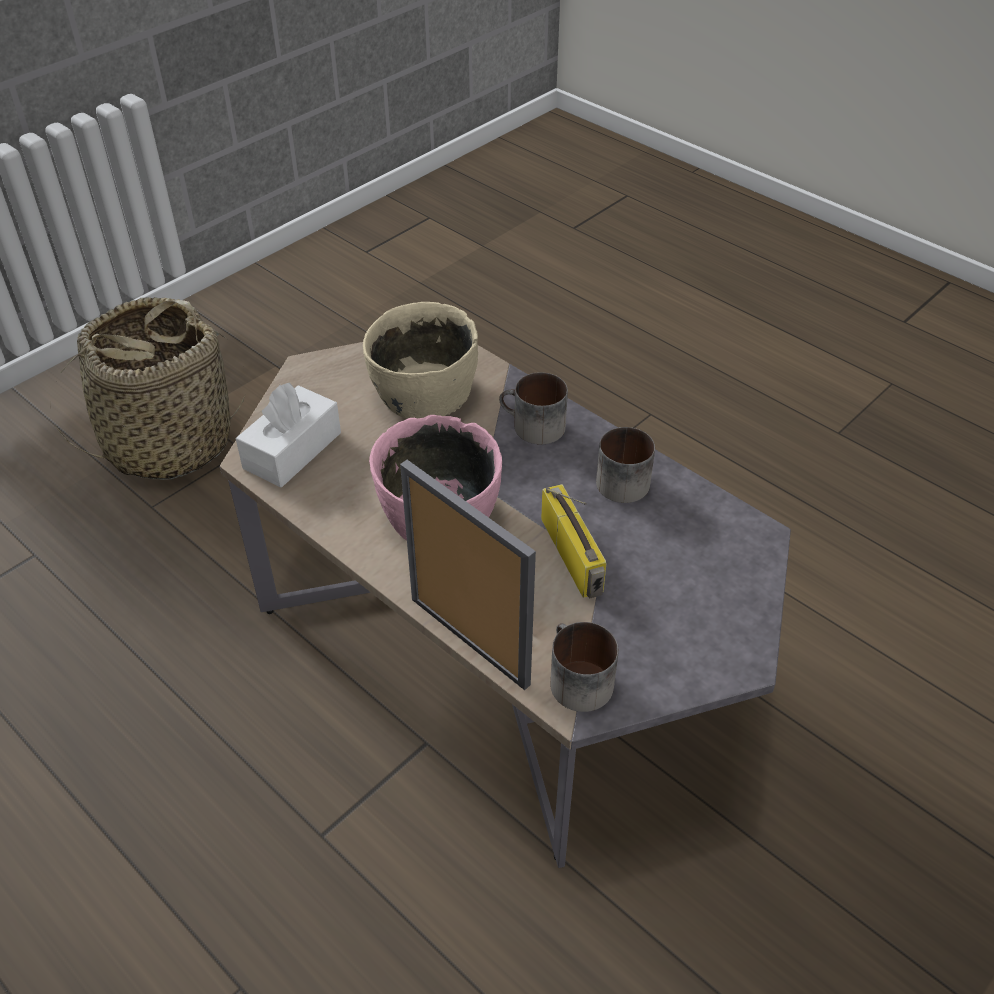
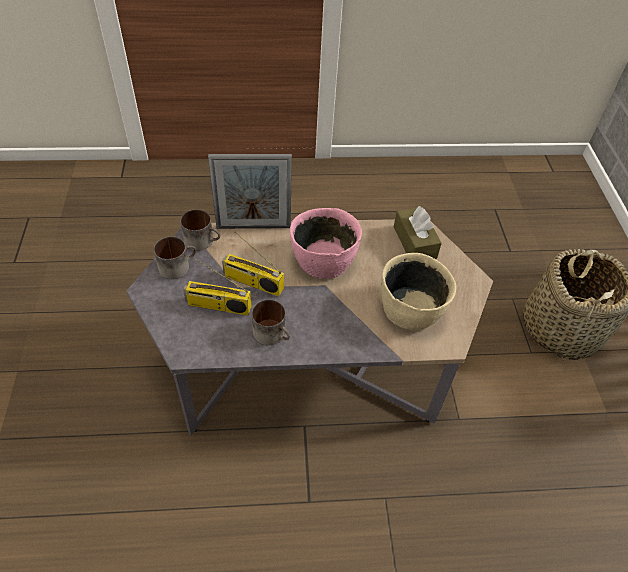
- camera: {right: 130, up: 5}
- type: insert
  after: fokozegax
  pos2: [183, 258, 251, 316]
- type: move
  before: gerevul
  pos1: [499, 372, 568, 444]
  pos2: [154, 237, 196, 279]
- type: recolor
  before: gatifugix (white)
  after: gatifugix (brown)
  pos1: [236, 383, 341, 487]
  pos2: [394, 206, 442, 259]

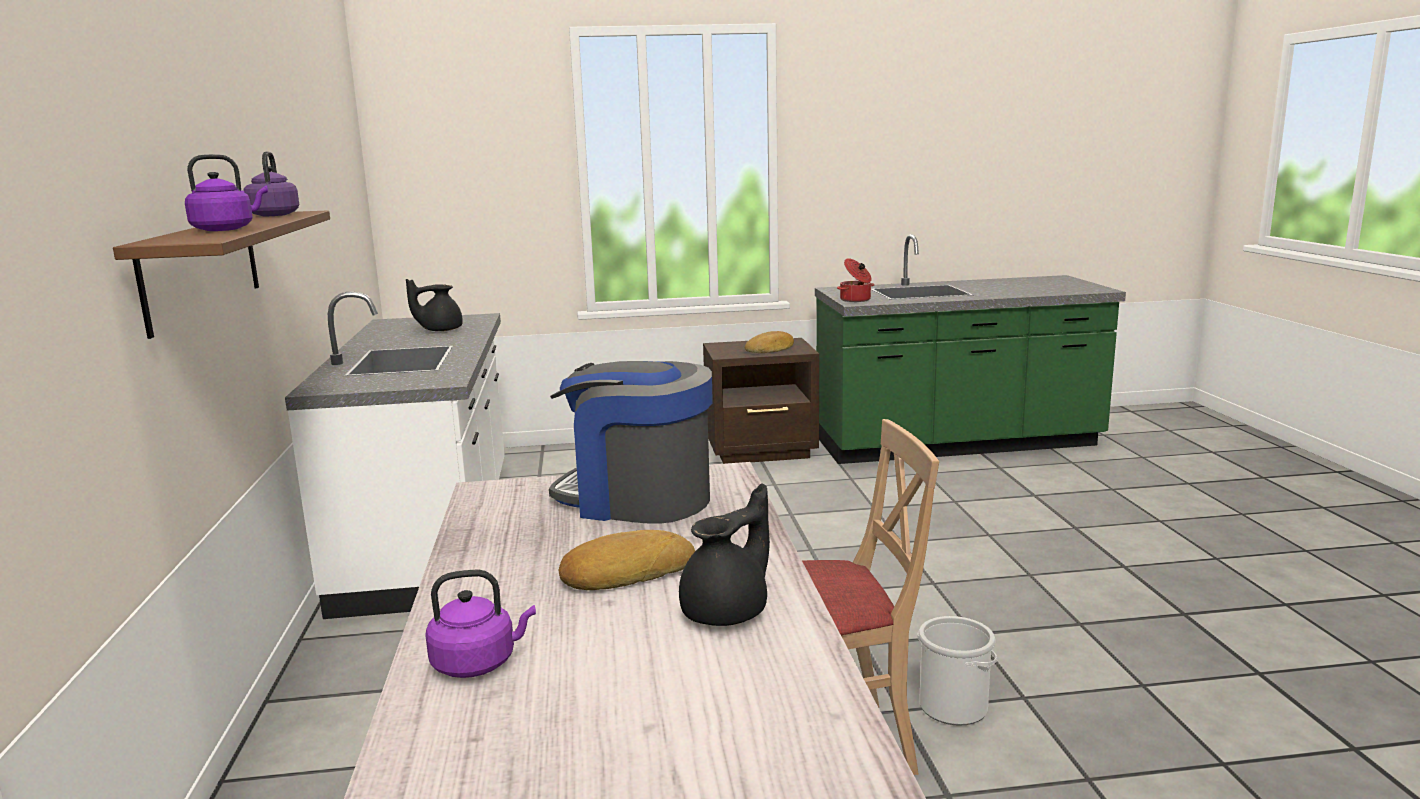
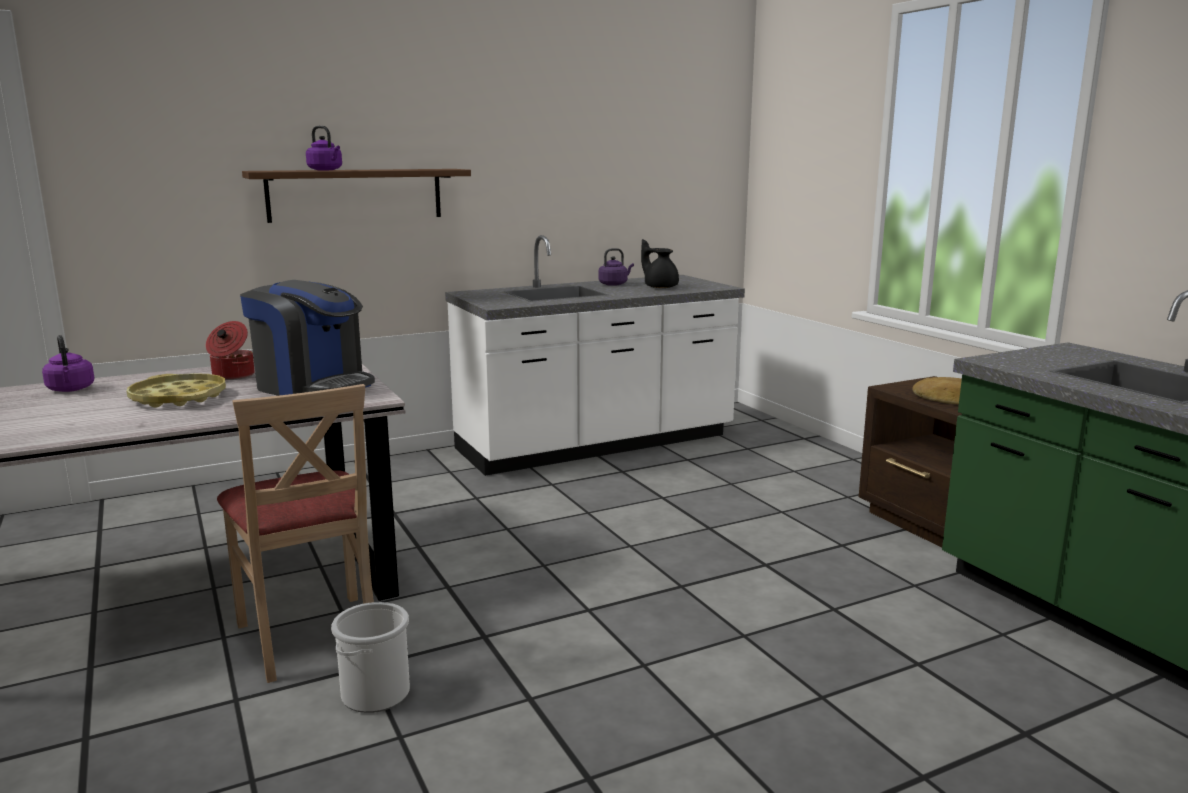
- camera: {right: 70, up: 0}
- type: delete
  before: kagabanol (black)
  pos1: [679, 483, 770, 626]
- type: move
  before: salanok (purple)
  pos1: [243, 151, 299, 216]
  pos2: [598, 248, 634, 286]
- type: move
  before: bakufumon
  pos1: [837, 258, 874, 302]
  pos2: [206, 321, 255, 380]
- type: replace
  before: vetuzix
  after: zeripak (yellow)
  pos1: [559, 530, 695, 590]
  pos2: [126, 373, 226, 408]
- type: rotate
  before: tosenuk
  pos1: [549, 361, 713, 524]
  pos2: [240, 280, 375, 396]
  turn: 120

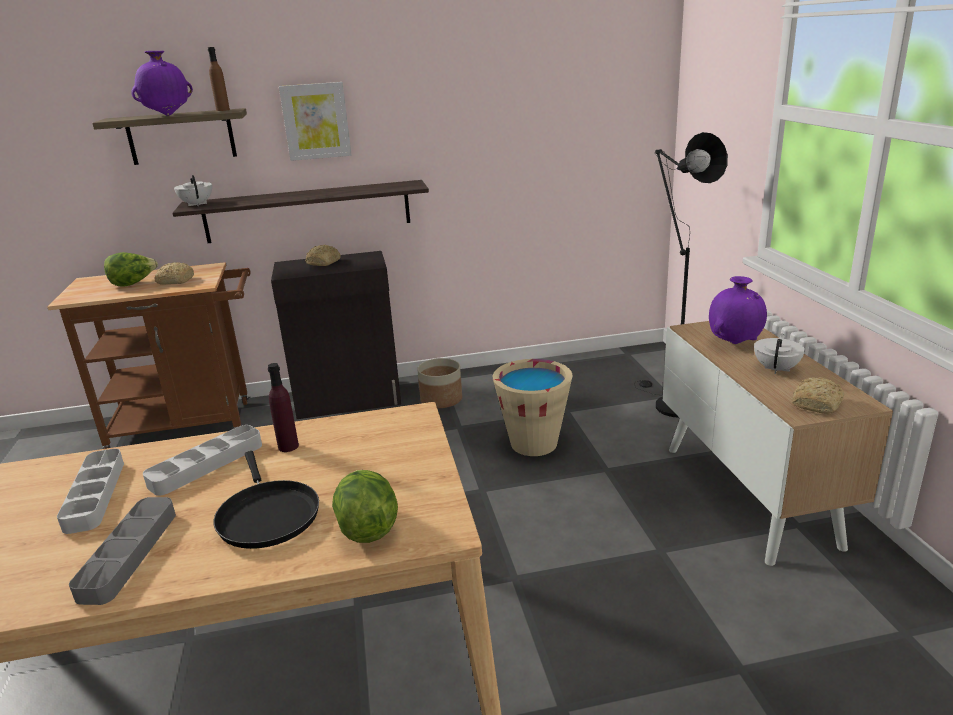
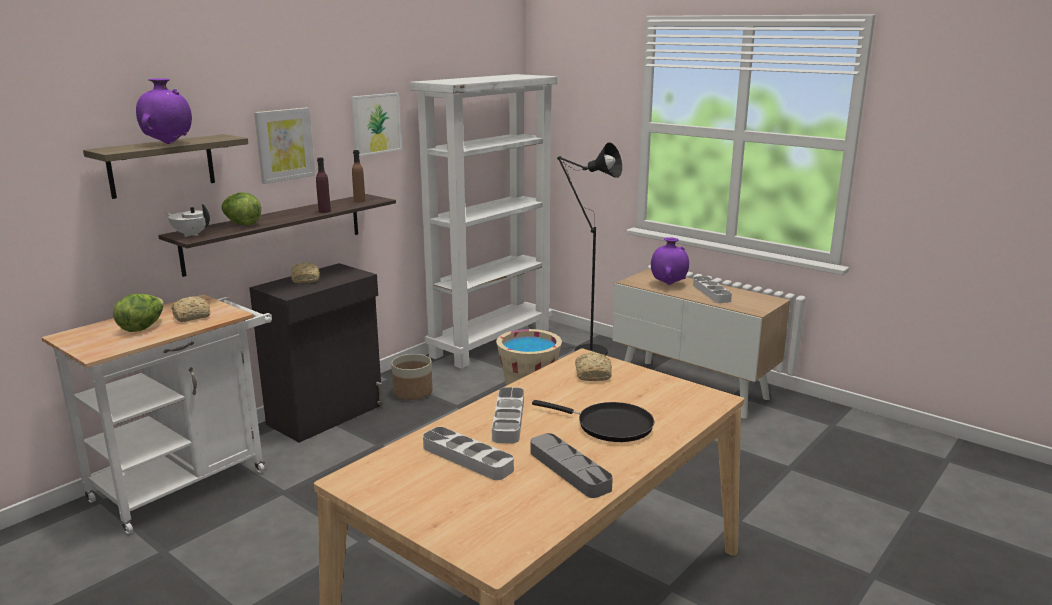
- camera: {right: -40, up: -5}
- type: insert
  after: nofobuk
  pos2: [351, 93, 402, 156]
- type: insert
  after: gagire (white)
  pos2: [410, 74, 557, 369]
- type: move
  before: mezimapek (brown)
  pos1: [208, 47, 230, 111]
  pos2: [352, 150, 365, 202]
- type: move
  before: mezimapek (purple)
  pos1: [268, 363, 299, 452]
  pos2: [316, 157, 331, 213]
- type: move
  before: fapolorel
  pos1: [332, 470, 398, 543]
  pos2: [221, 192, 261, 226]
- type: move
  before: vetuzix
  pos1: [792, 377, 844, 414]
  pos2: [575, 352, 612, 381]
- type: replace
  before: kagabanol (white)
  after: zeripak (grey)
  pos1: [754, 334, 805, 374]
  pos2: [693, 276, 732, 303]
- type: recolor
  before: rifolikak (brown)
  after: rifolikak (white)
  pos1: [47, 262, 251, 449]
  pos2: [41, 294, 272, 534]

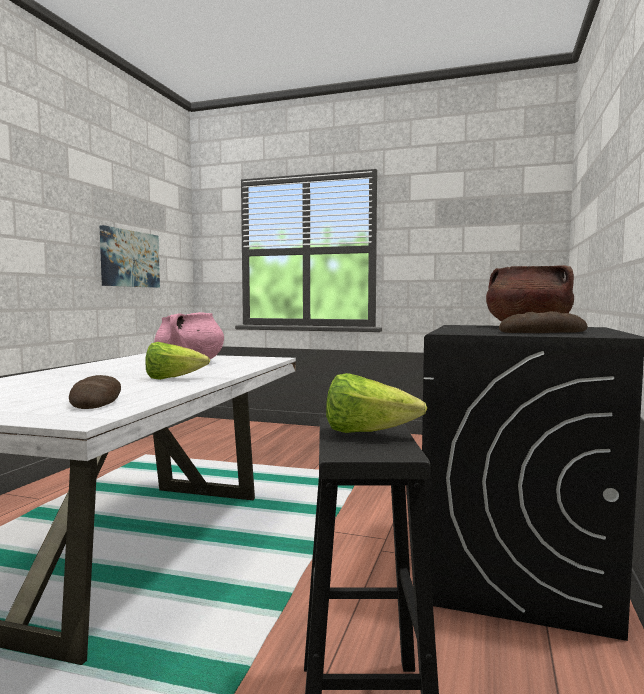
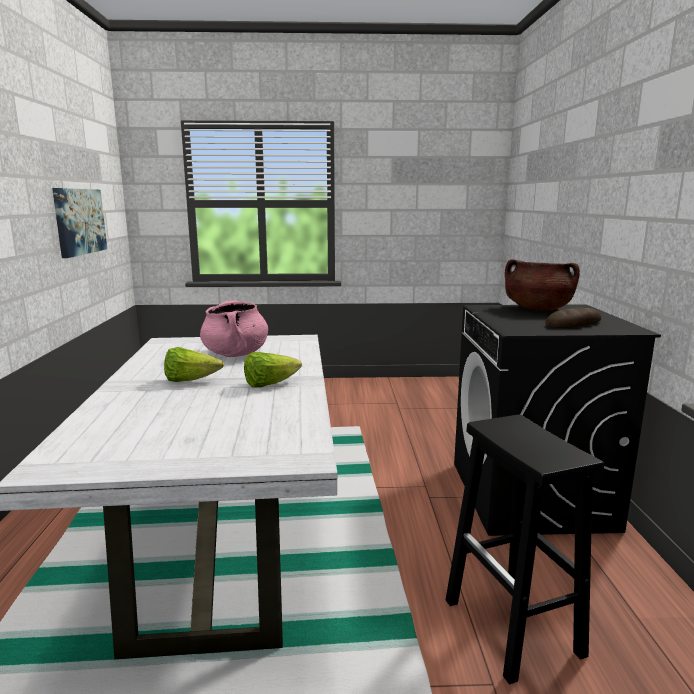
- camera: {right: -20, up: 10}
- type: delete
  before: vetuzix
  pos1: [69, 375, 121, 409]
- type: move
  before: fapolorel
  pos1: [326, 373, 427, 433]
  pos2: [164, 347, 224, 382]

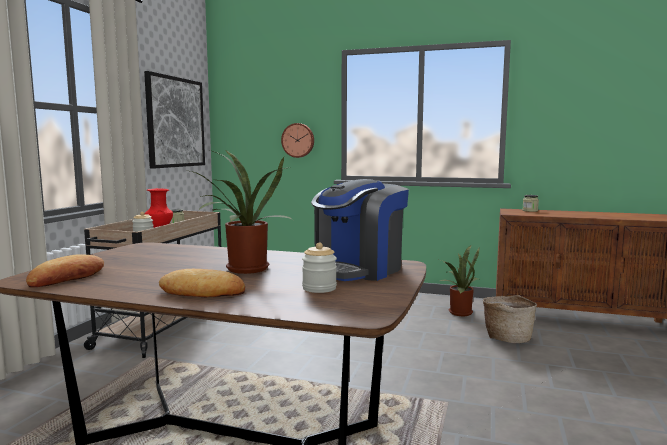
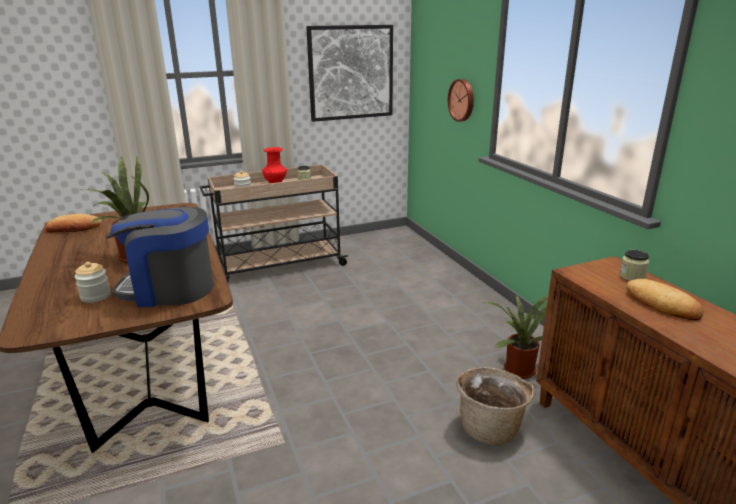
- camera: {right: 50, up: 15}
- type: move
  before: vetuzix
  pos1: [159, 269, 245, 297]
  pos2: [626, 279, 703, 320]

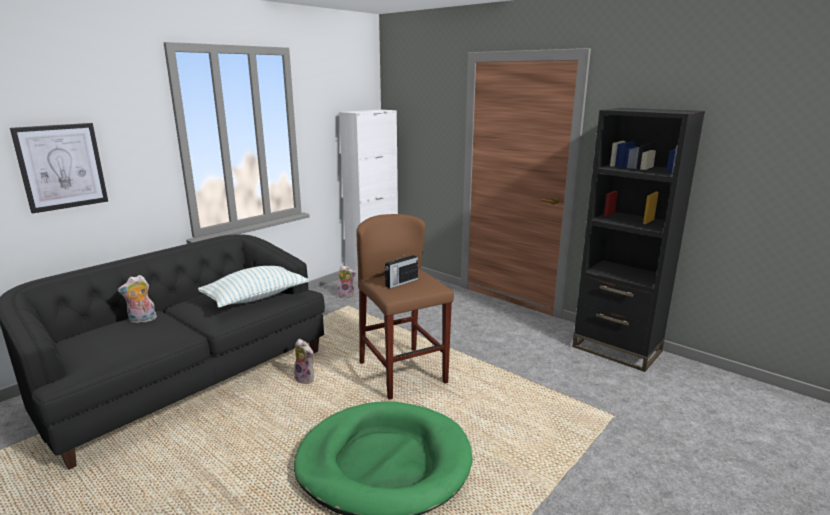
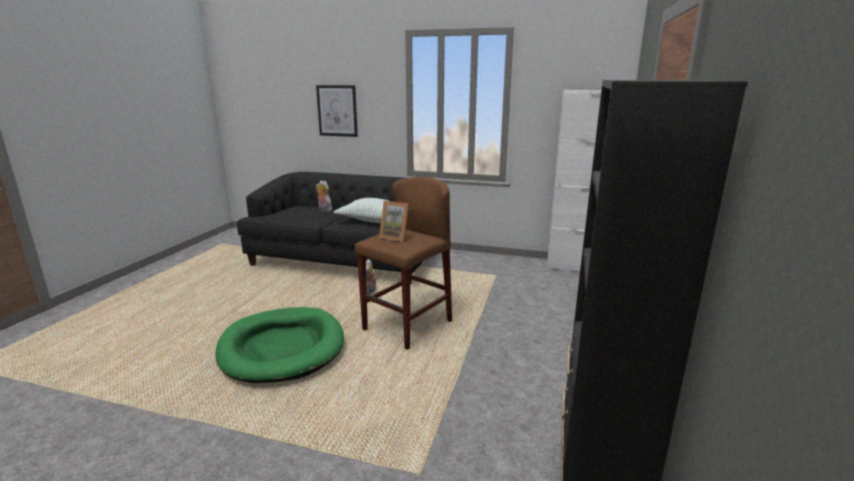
- camera: {right: 65, up: 0}
- type: delete
  before: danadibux
  pos1: [338, 266, 356, 298]
- type: replace
  before: fokozegax
  after: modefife
  pos1: [385, 251, 418, 288]
  pos2: [379, 201, 409, 242]

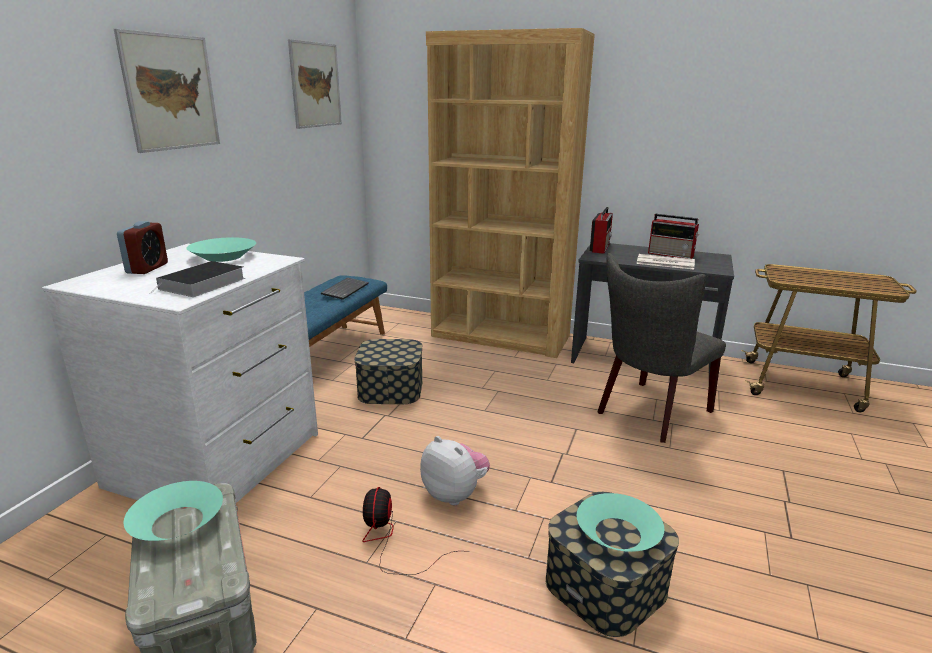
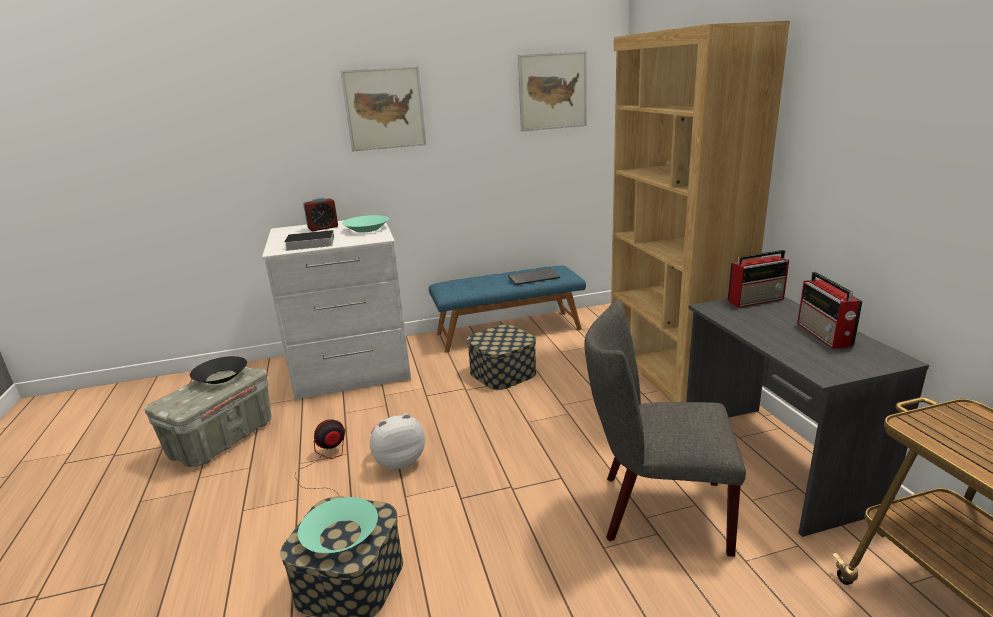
- camera: {right: 55, up: 0}
- type: delete
  before: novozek
  pos1: [636, 254, 695, 270]
- type: recolor
  before: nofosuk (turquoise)
  after: nofosuk (black)
  pos1: [124, 481, 223, 541]
  pos2: [190, 356, 247, 384]
- type: rotate
  before: danadibux
  pos1: [420, 436, 490, 505]
  pos2: [370, 413, 425, 471]
  turn: -120

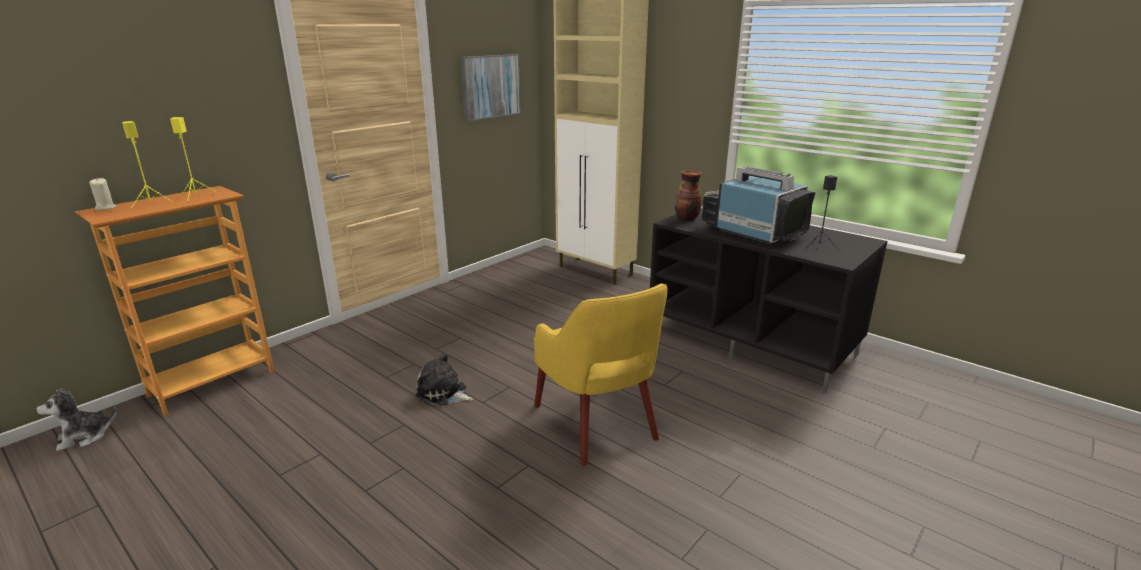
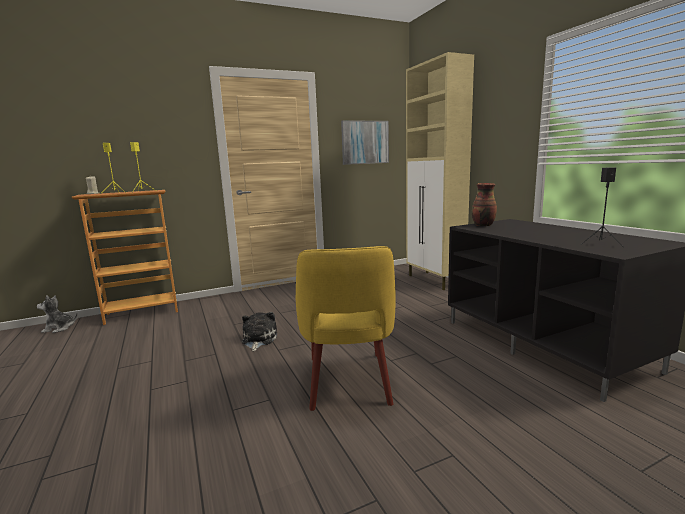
- camera: {right: 25, up: -10}
- type: delete
  before: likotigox
  pos1: [701, 166, 815, 244]
- type: rotate
  before: danadibux
  pos1: [416, 353, 474, 406]
  pos2: [242, 312, 277, 351]
  turn: 45

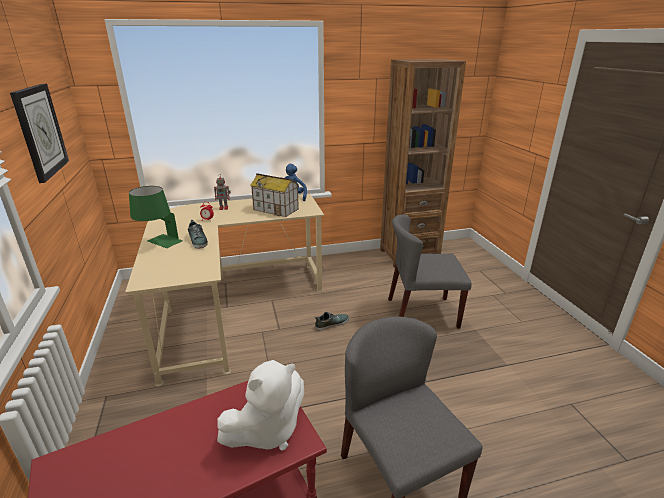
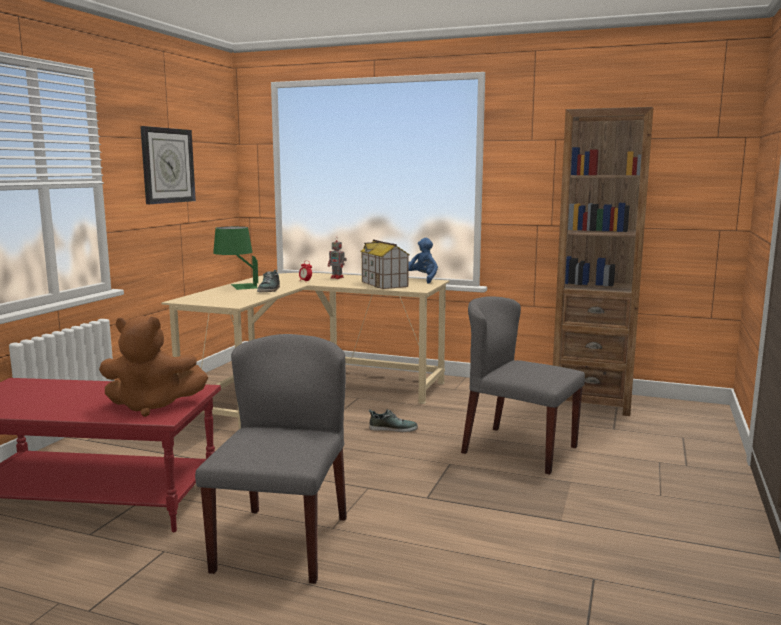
- camera: {right: 35, up: -15}
- type: recolor
  before: danadibux (white)
  after: danadibux (brown)
  pos1: [217, 360, 304, 450]
  pos2: [99, 316, 208, 417]

